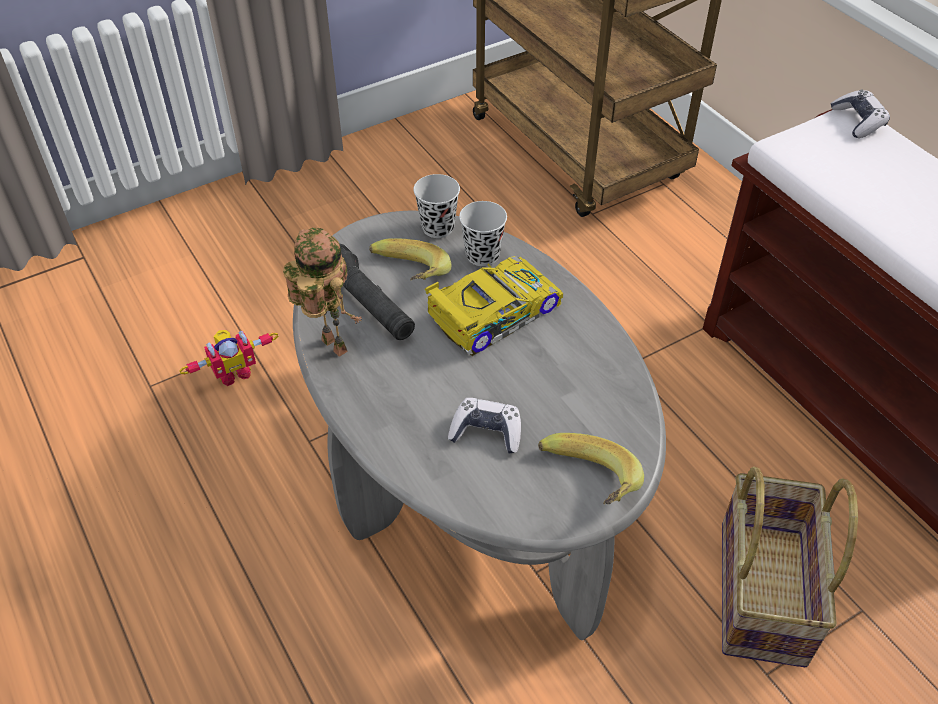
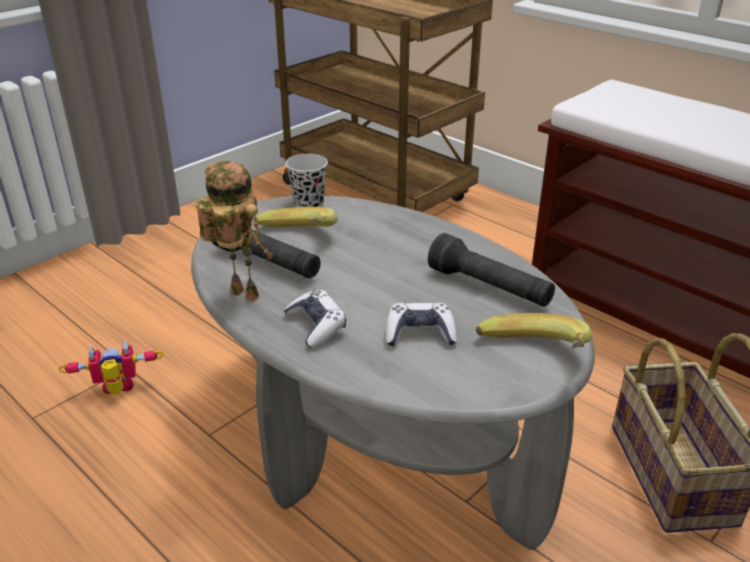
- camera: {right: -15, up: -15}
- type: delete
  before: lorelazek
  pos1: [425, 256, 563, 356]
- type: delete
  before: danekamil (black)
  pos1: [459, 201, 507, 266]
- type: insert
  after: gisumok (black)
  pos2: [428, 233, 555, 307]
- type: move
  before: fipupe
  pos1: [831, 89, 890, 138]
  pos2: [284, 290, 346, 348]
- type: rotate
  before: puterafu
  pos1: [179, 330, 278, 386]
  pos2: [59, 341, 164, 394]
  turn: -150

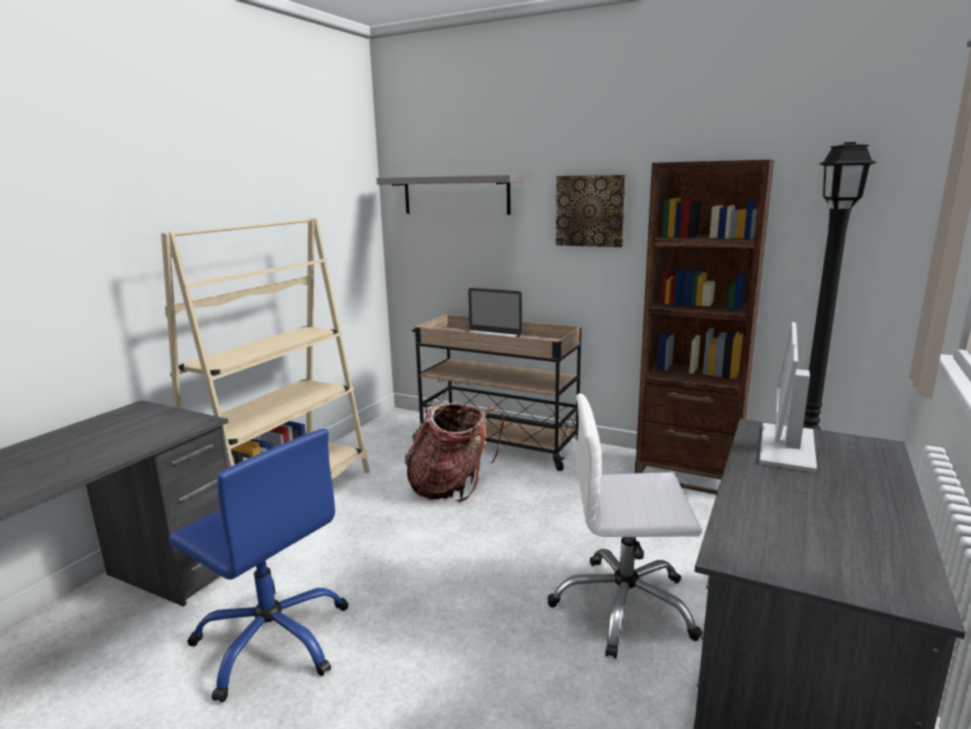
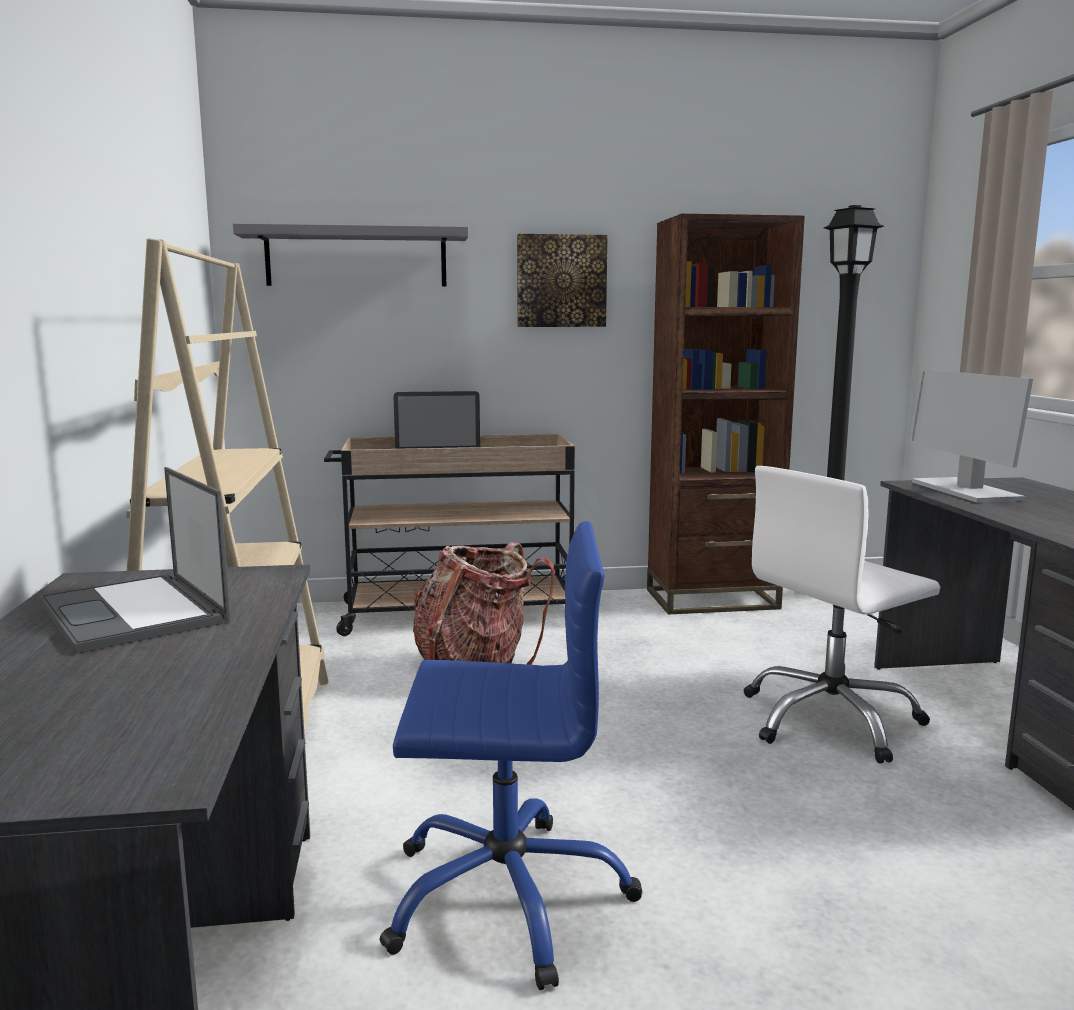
- camera: {right: -35, up: -5}
- type: insert
  after: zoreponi
  pos2: [40, 467, 231, 654]

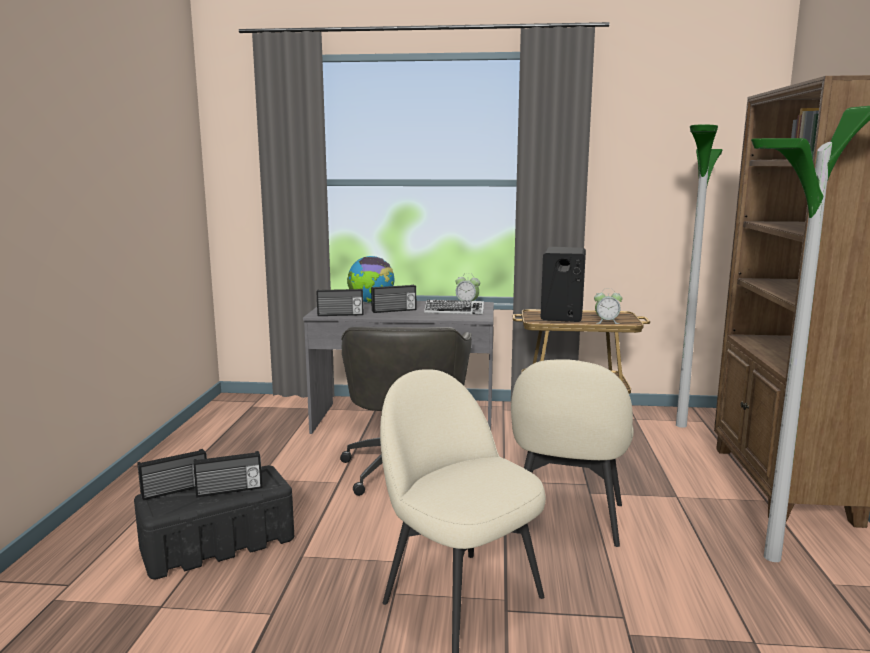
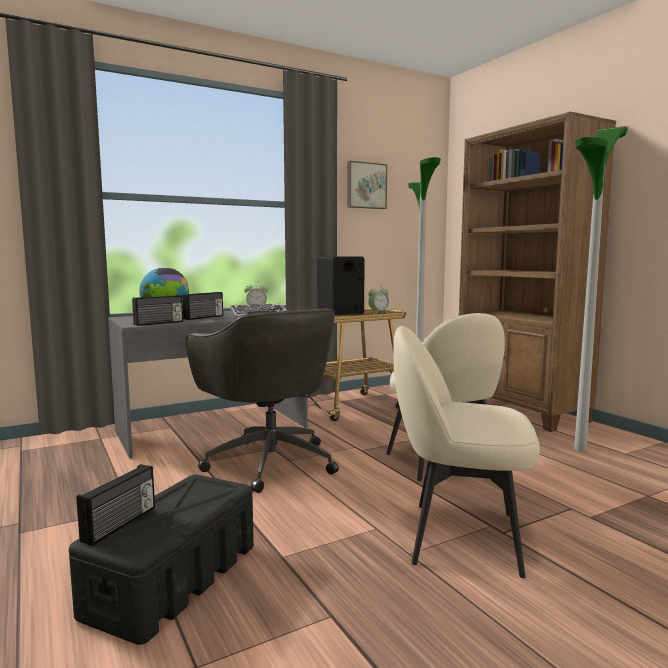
- camera: {right: -35, up: -5}
- type: delete
  before: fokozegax
  pos1: [193, 451, 262, 498]
- type: insert
  after: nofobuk
  pos2: [347, 161, 387, 209]

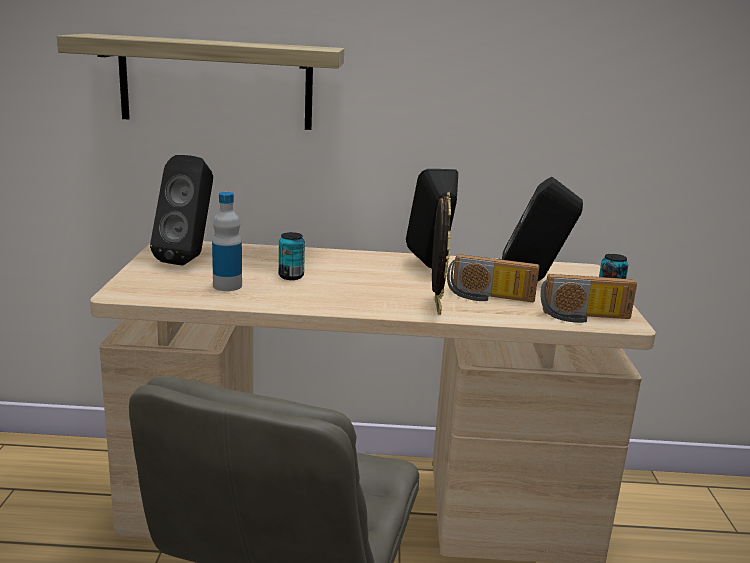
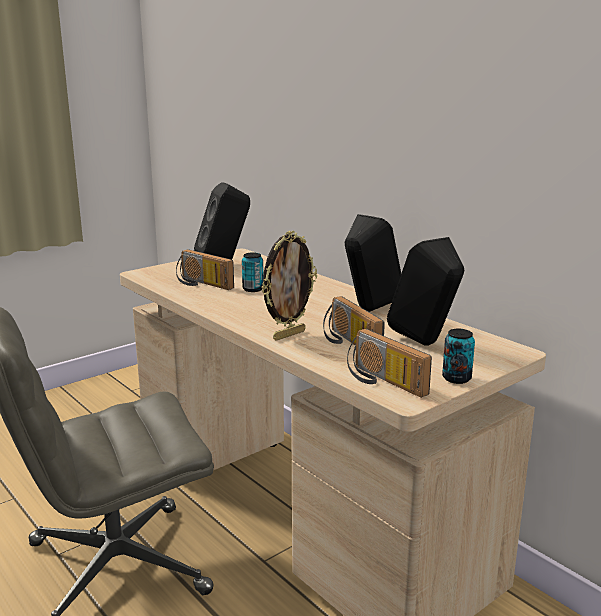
- camera: {right: 50, up: 0}
- type: delete
  before: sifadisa
  pos1: [57, 34, 344, 130]
- type: replace
  before: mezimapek
  after: fokozegax
  pos1: [212, 192, 242, 291]
  pos2: [176, 249, 234, 290]

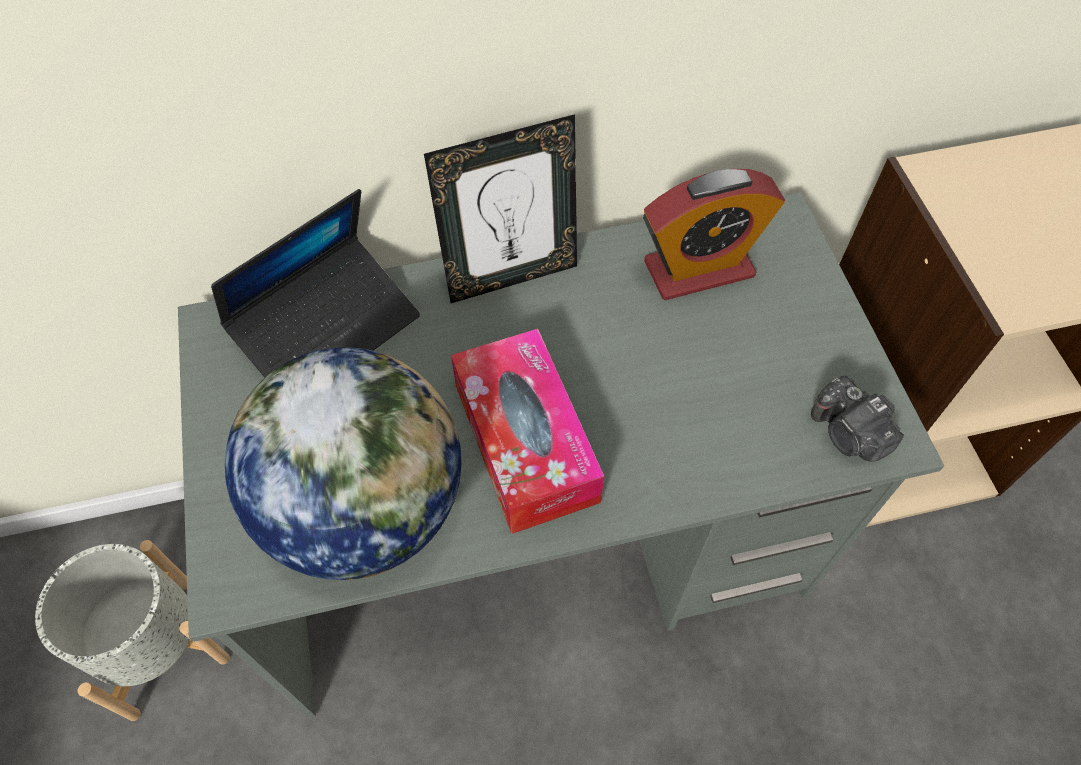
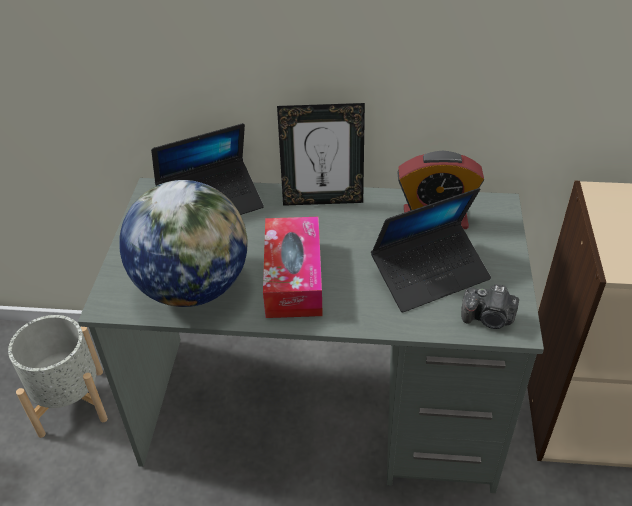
- camera: {right: 20, up: -15}
- type: insert
  after: zoreponi
  pos2: [371, 188, 491, 313]
- type: rotate
  before: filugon
  pos1: [811, 376, 904, 462]
  pos2: [461, 284, 519, 329]
  turn: -60

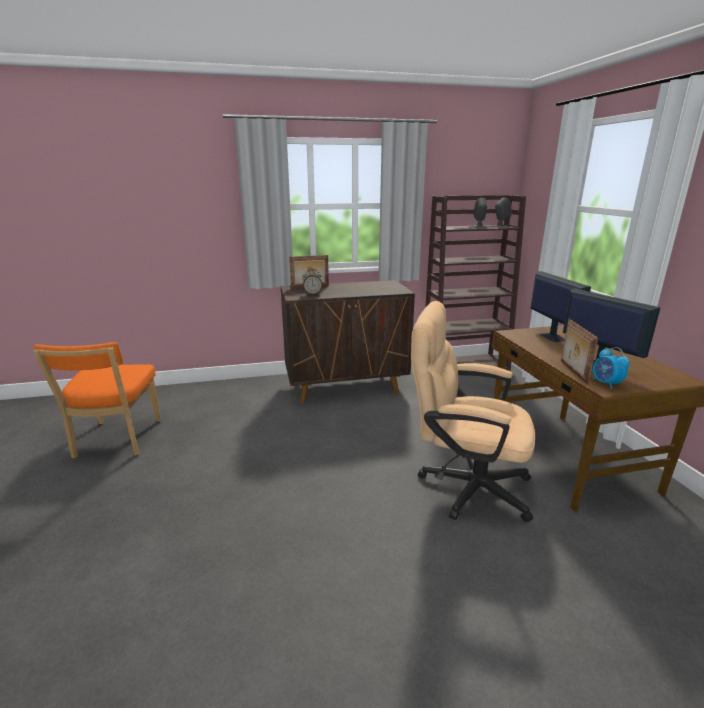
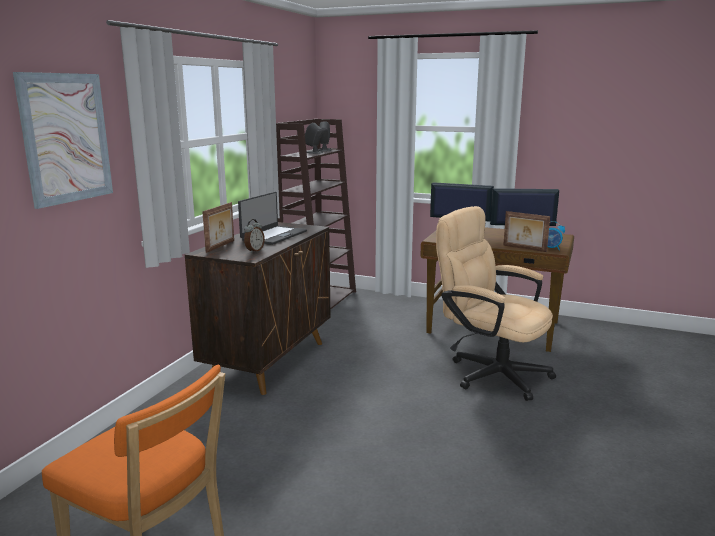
- camera: {right: -55, up: -5}
- type: insert
  after: nofobuk
  pos2: [13, 72, 113, 209]
- type: insert
  after: zoreponi
  pos2: [238, 192, 307, 245]
- type: rotate
  before: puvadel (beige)
  pos1: [411, 301, 535, 522]
  pos2: [436, 206, 556, 401]
  turn: 75

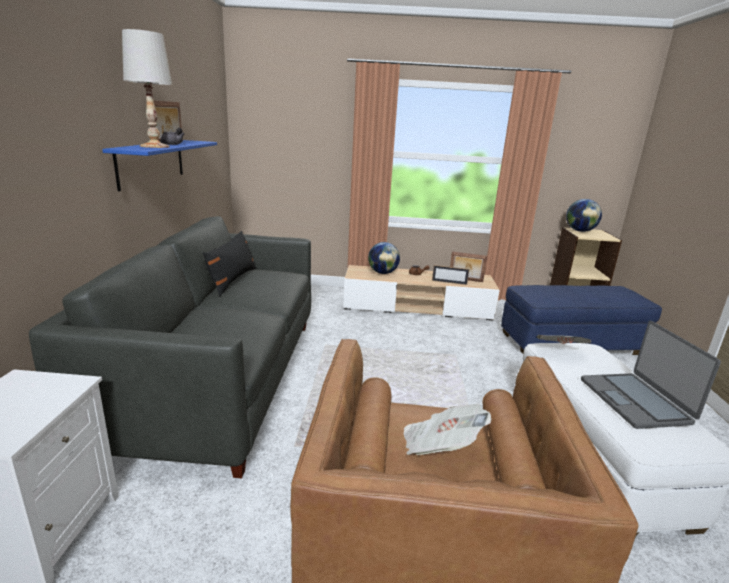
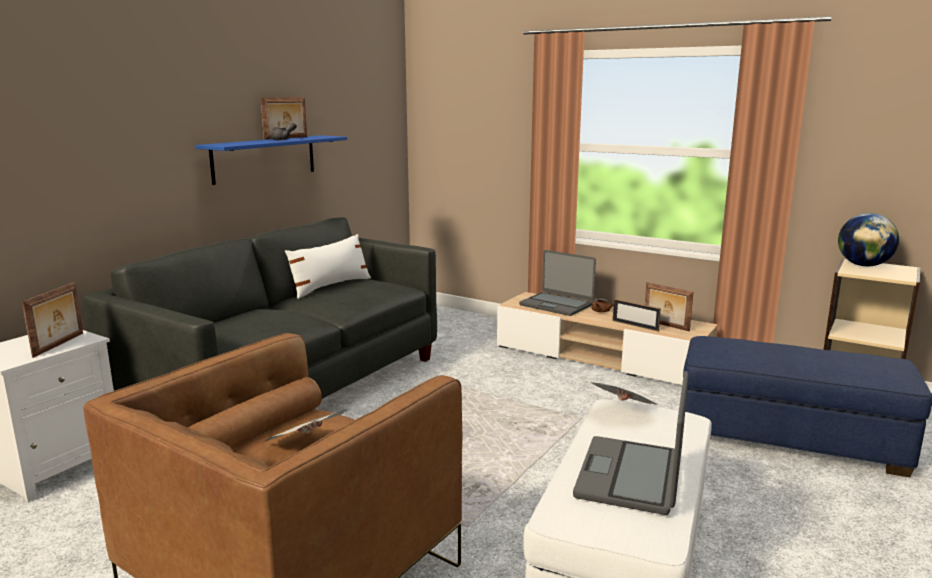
- camera: {right: 30, up: -5}
- type: delete
  before: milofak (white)
  pos1: [122, 29, 172, 148]
- type: insert
  after: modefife
  pos2: [22, 282, 83, 358]
- type: replace
  before: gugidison
  after: zoreponi
  pos1: [368, 242, 400, 274]
  pos2: [519, 250, 596, 316]
- type: recolor
  before: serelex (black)
  after: serelex (white)
  pos1: [203, 231, 256, 296]
  pos2: [285, 234, 371, 299]

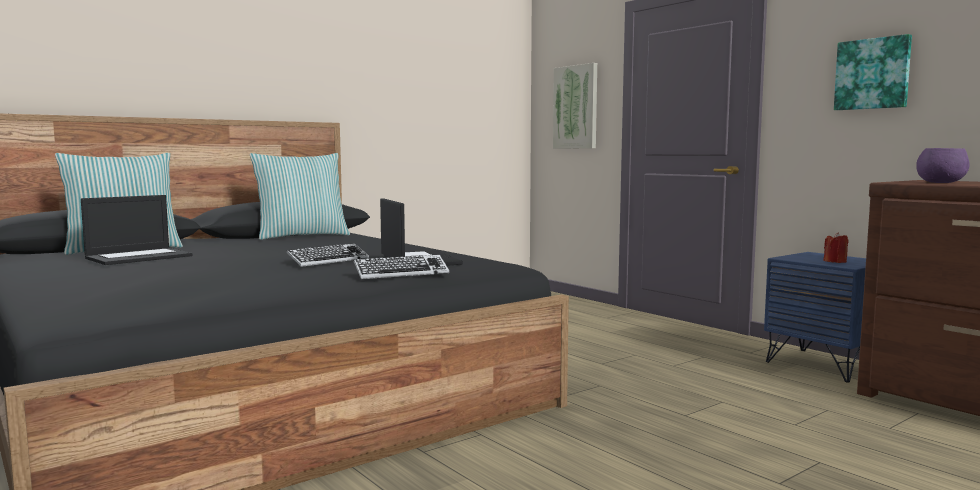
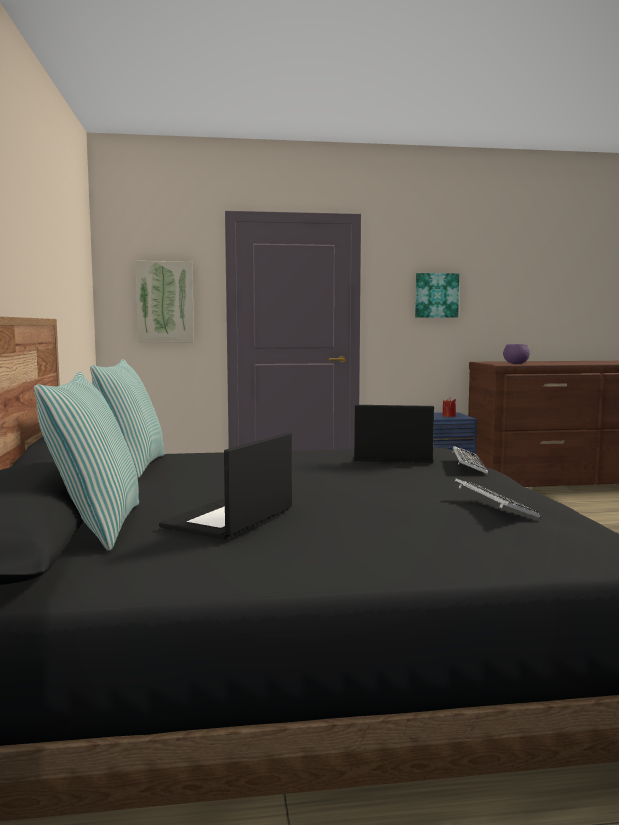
- camera: {right: -60, up: 0}
- type: move
  before: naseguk
  pos1: [286, 243, 369, 267]
  pos2: [455, 479, 540, 518]
- type: rotate
  before: zoreponi
  pos1: [81, 195, 192, 265]
  pos2: [159, 433, 292, 539]
  turn: -135

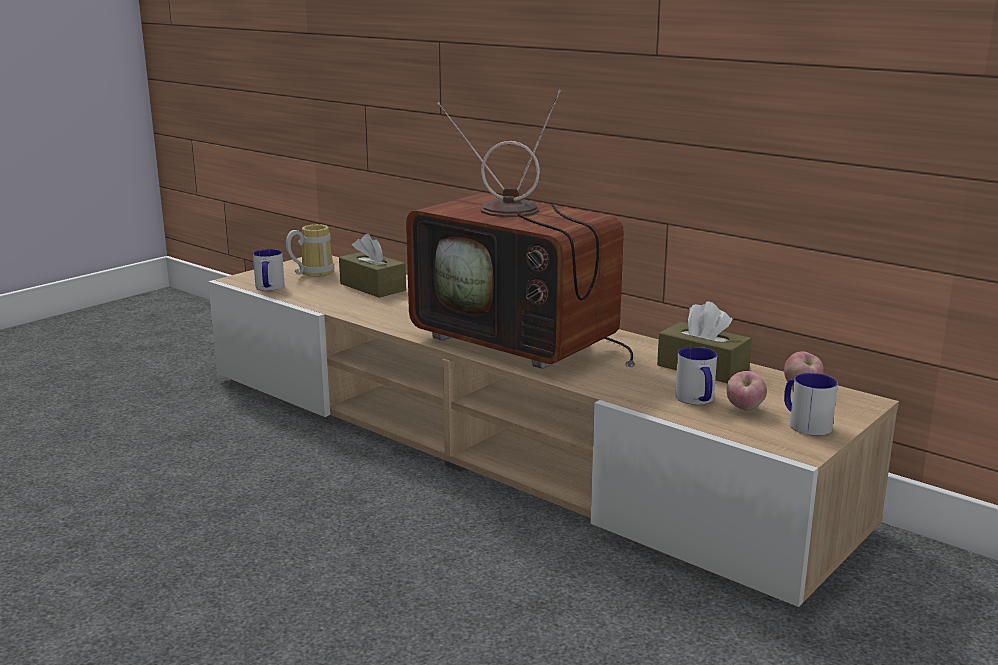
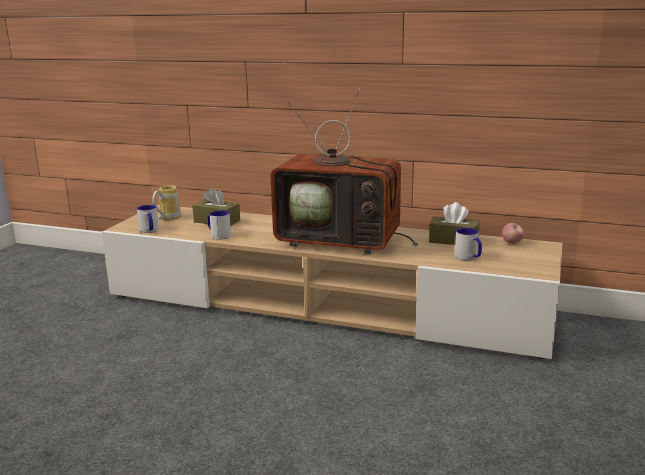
- camera: {right: -20, up: 0}
- type: delete
  before: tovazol
  pos1: [727, 371, 767, 410]
- type: move
  before: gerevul
  pos1: [784, 373, 838, 436]
  pos2: [207, 210, 231, 239]

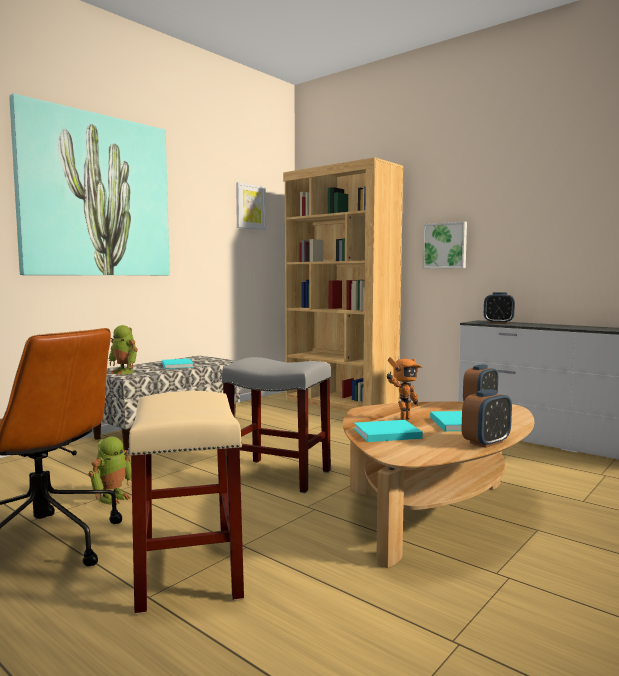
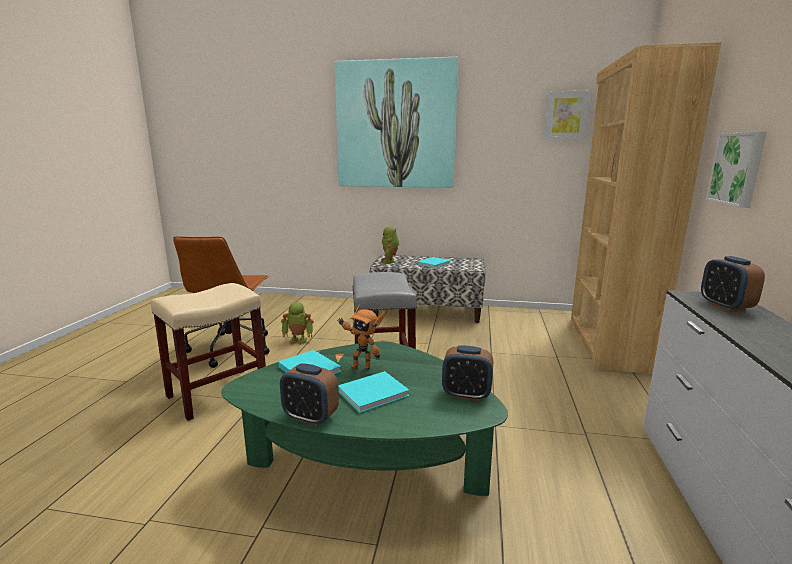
- camera: {right: 60, up: 10}
- type: recolor
  before: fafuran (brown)
  after: fafuran (green)
  pos1: [343, 402, 534, 568]
  pos2: [221, 341, 508, 496]

